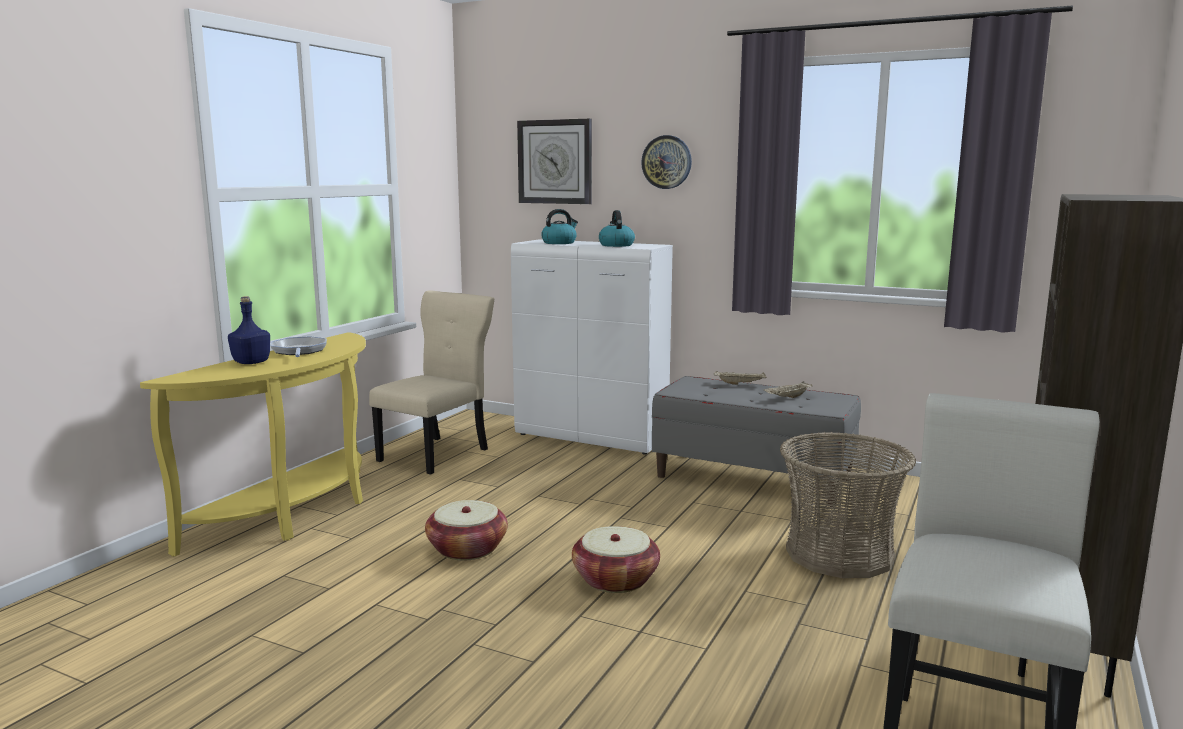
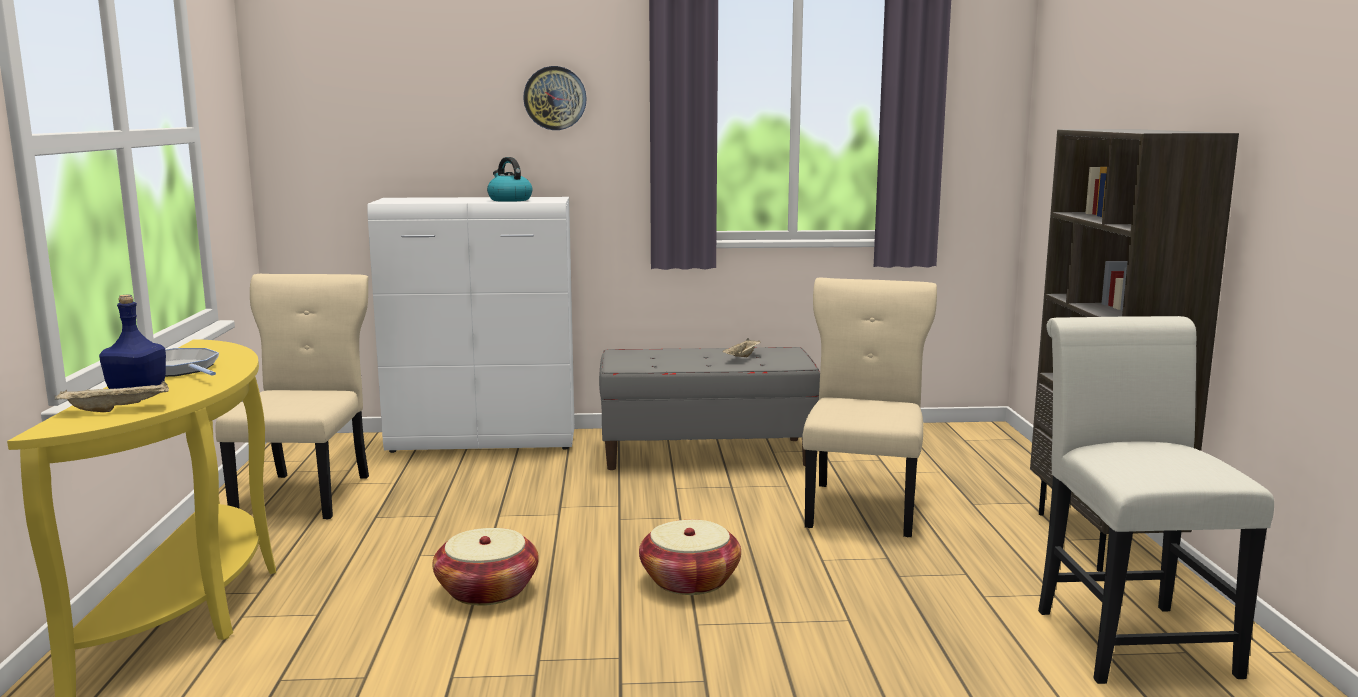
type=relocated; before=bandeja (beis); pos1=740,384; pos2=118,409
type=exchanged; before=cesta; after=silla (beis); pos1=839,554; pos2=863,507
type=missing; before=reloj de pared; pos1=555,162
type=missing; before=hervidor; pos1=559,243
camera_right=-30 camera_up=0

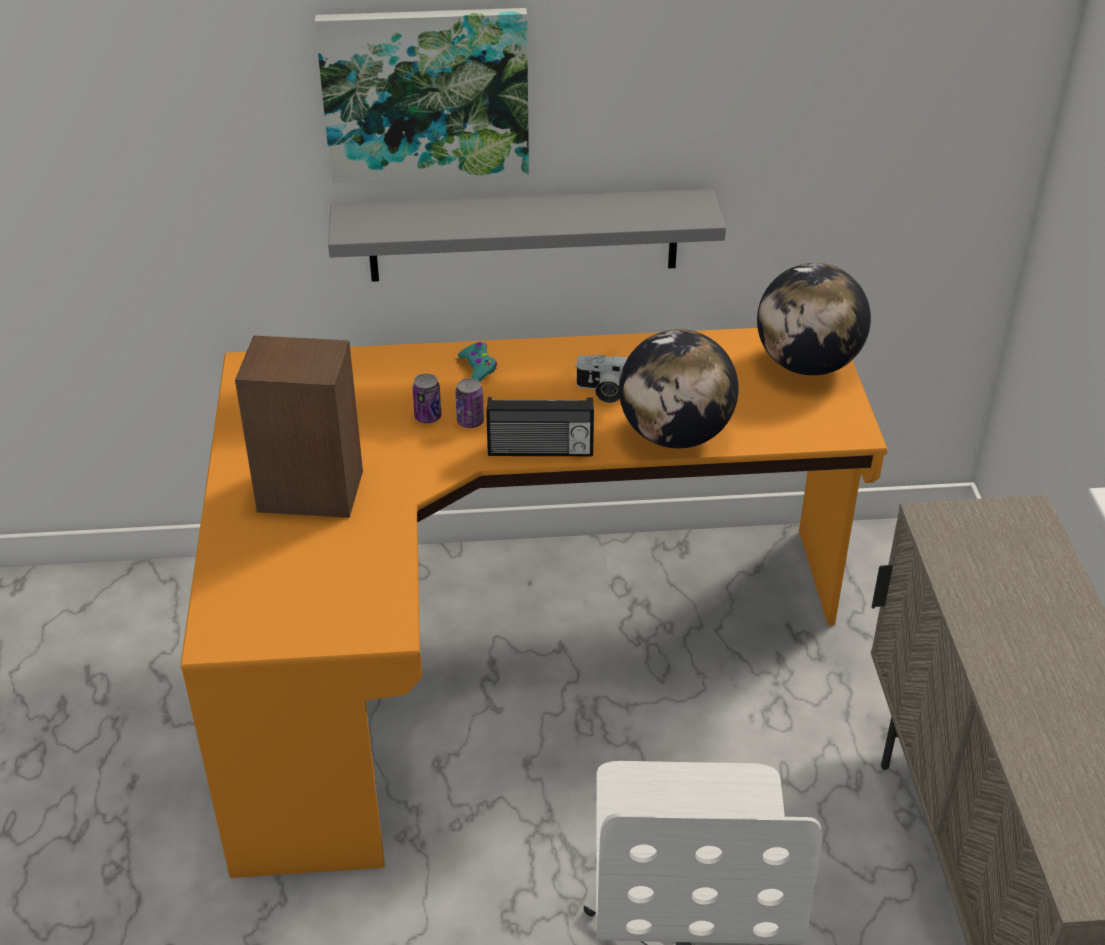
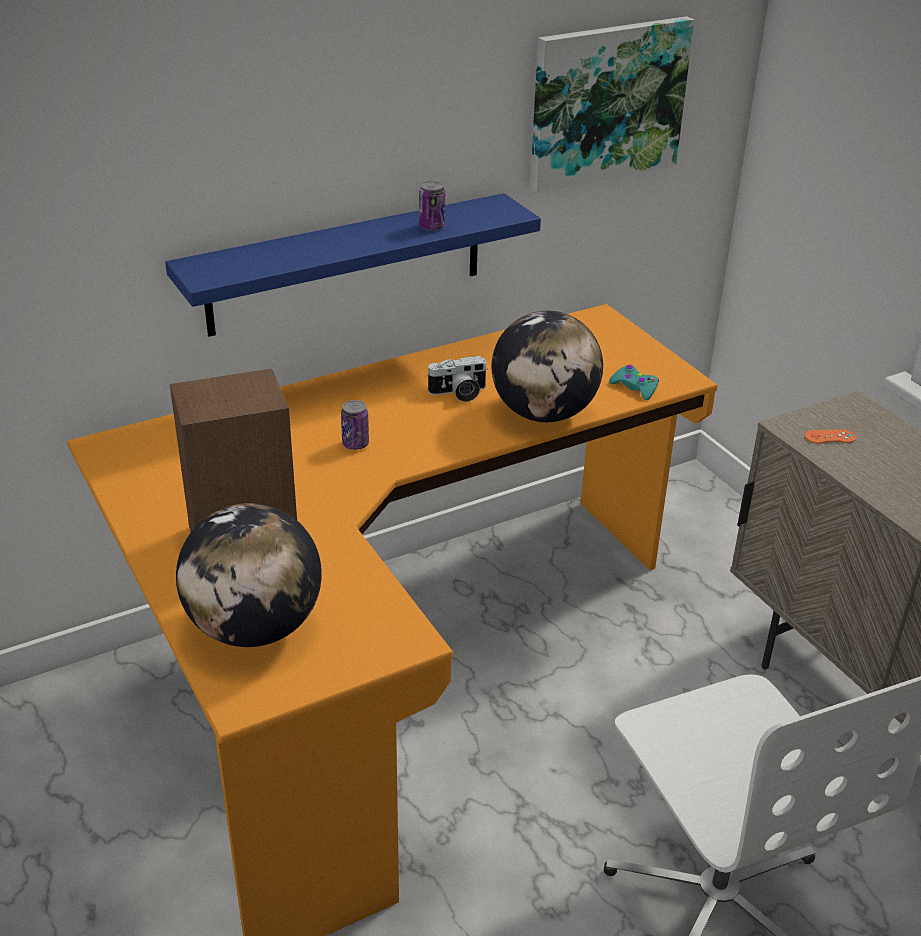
type=colour; before=estante (gris); after=estante (azul); pos1=523,235; pos2=346,264
type=relocated; before=globo terráqueo; pos1=807,365; pos2=254,628
type=relocated; before=lata; pos1=428,417; pos2=432,227
type=relocated; before=cuadro; pos1=425,93; pos2=606,102
type=relocated; before=mando de consola (turquesa); pos1=478,367; pos2=634,387
type=appeared; after=mando de consola (naranja); pos2=830,437
type=missing; before=radio; pos1=540,451
camera_right=-25 camera_up=-5

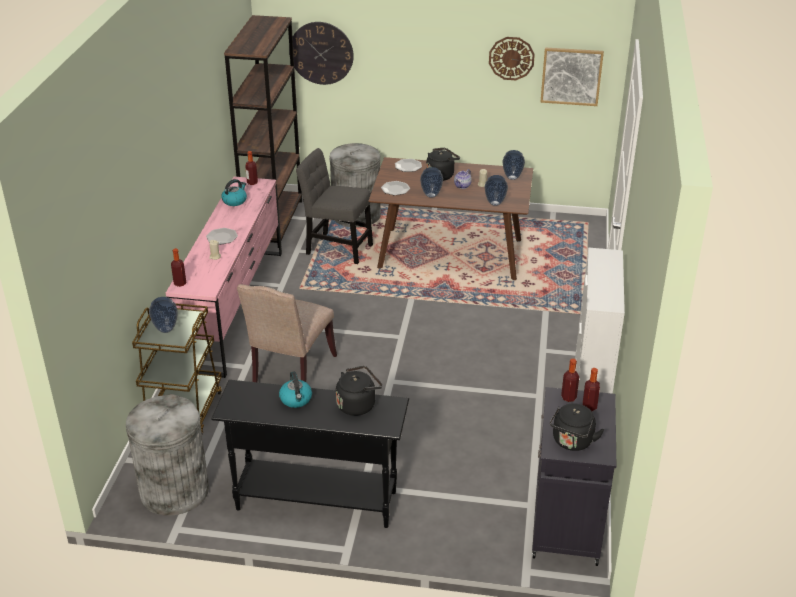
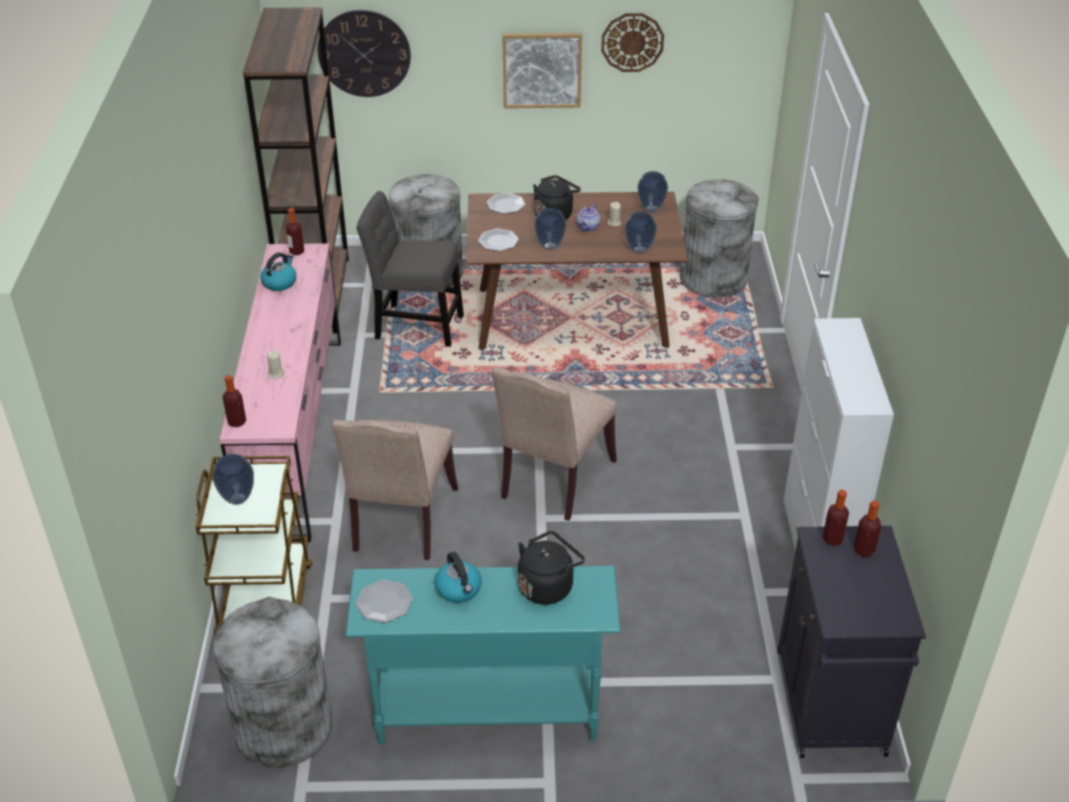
type=colour; before=mesa consola (negro); after=mesa consola (turquesa); pos1=316,500; pos2=486,713
type=relocated; before=plato; pos1=222,237; pos2=384,602
type=appeared; after=silla (beis); pos2=553,481
type=relocated; before=cuadro; pos1=571,76; pos2=542,69
type=appeared; after=papelera (gris); pos2=713,278
type=missing; before=hervidor (negro); pos1=572,442
camera_right=-10 camera_up=5

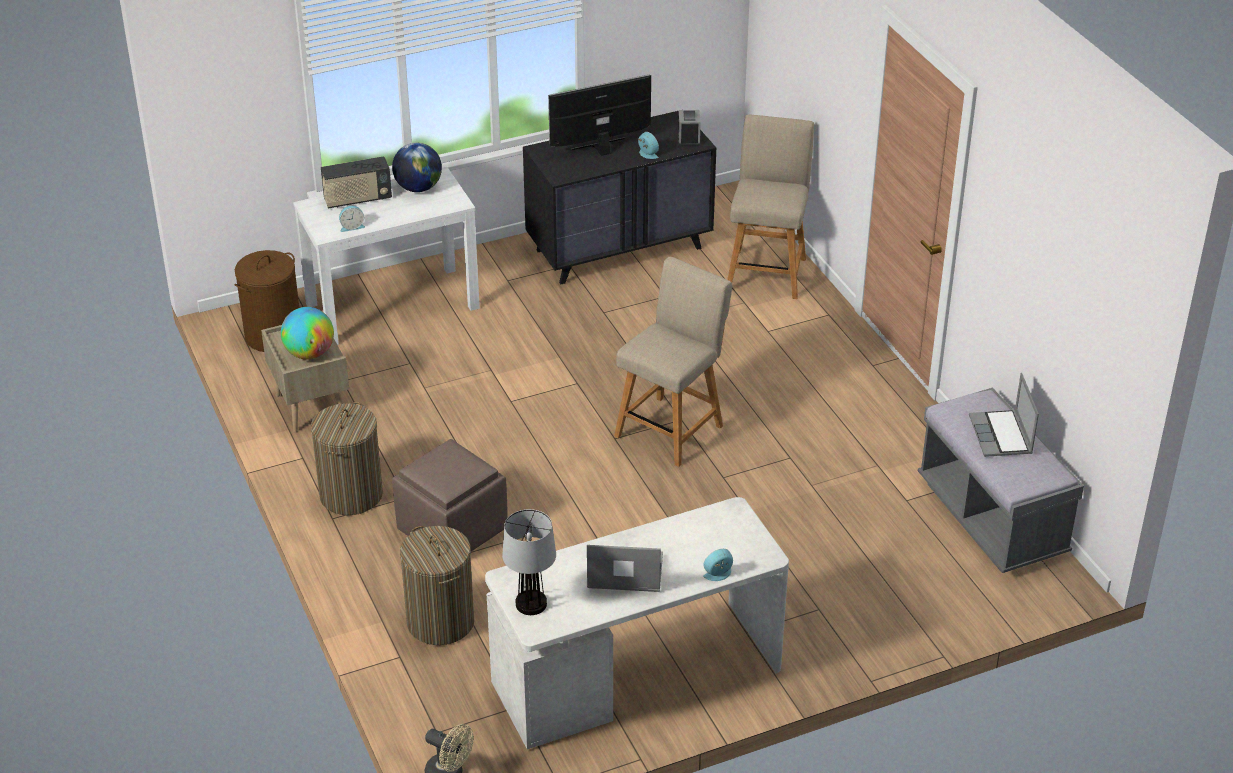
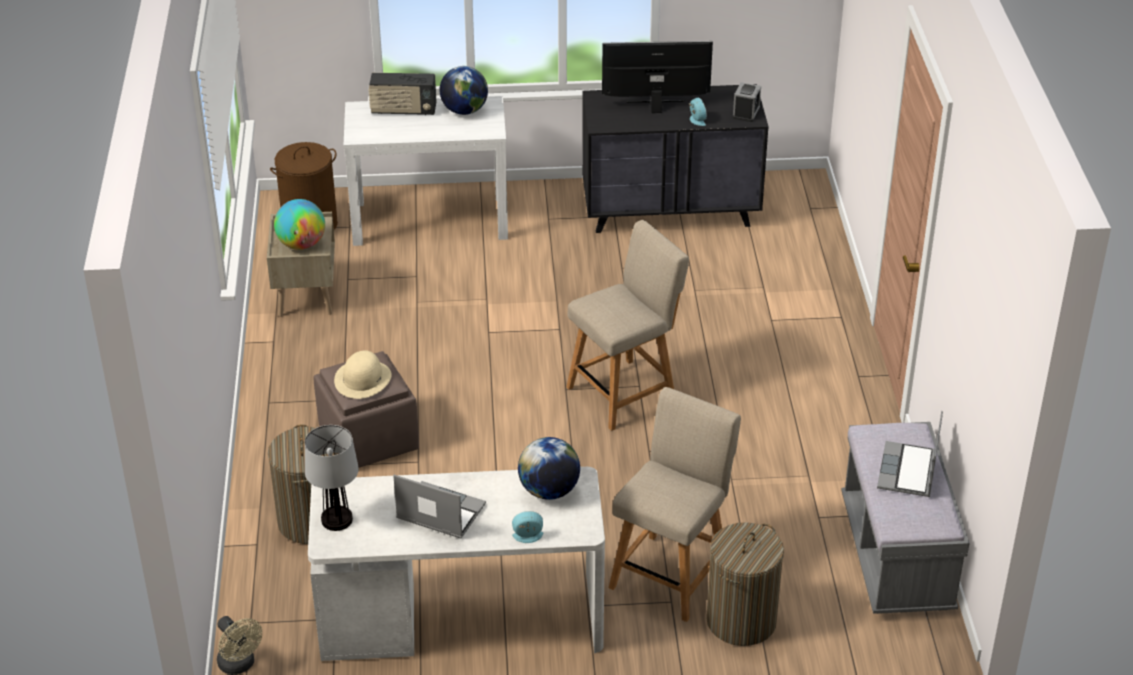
type=appeared; after=sombrero (beis); pos2=363,379
type=appeared; after=globo terráqueo; pos2=549,491
type=relocated; before=silla (beis); pos1=766,271; pos2=671,573
type=relocated; before=cesto de la ropa; pos1=351,495; pos2=741,621
type=missing; before=despertador; pos1=352,226
camera_right=20 camera_up=0

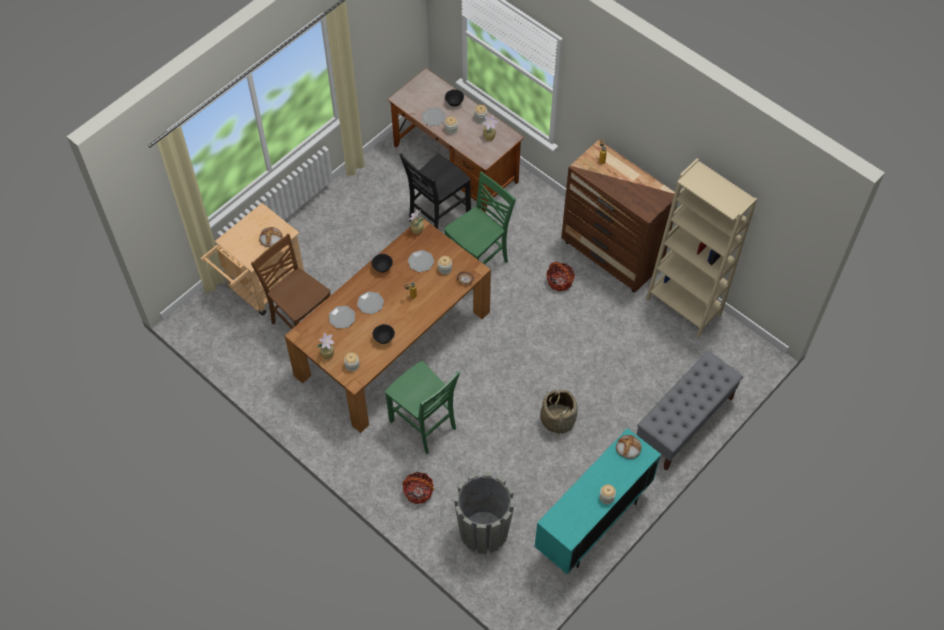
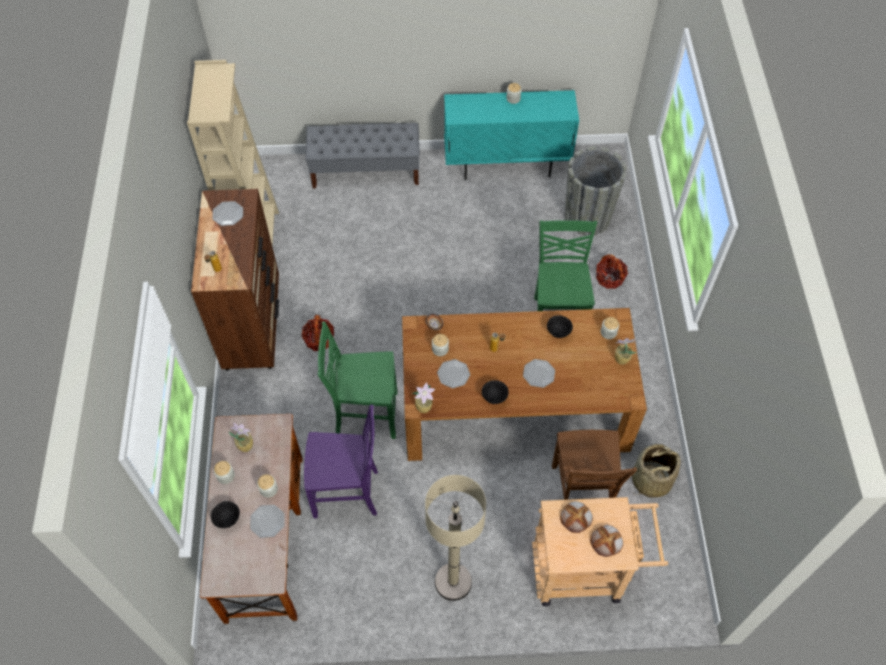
type=relocated; before=plato; pos1=342,317; pos2=228,214
type=colour; before=silla (negro); after=silla (morado); pos1=437,218; pos2=347,493
type=appeared; after=lámpara de pie (beis); pos2=453,582
type=relocated; before=pan; pos1=628,447; pos2=606,541
type=relocated; before=cesta; pos1=558,419; pos2=650,480
camera_right=-135 camera_up=0

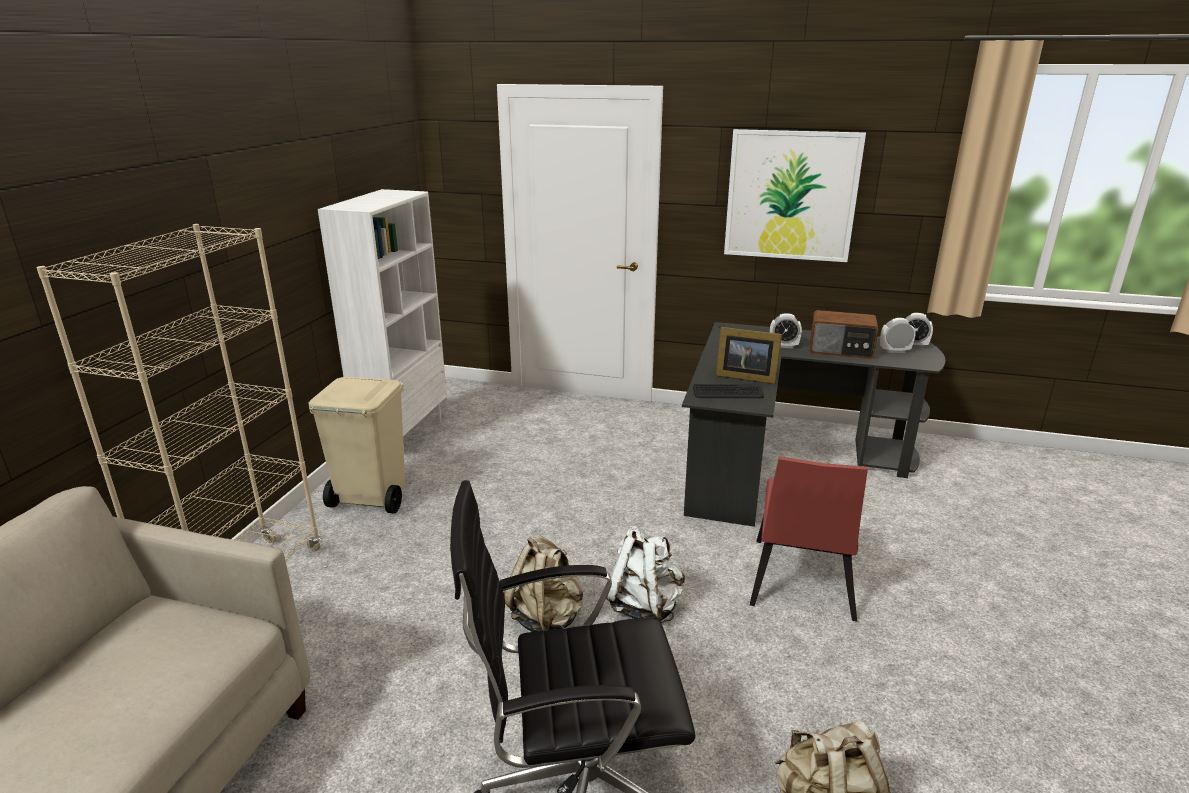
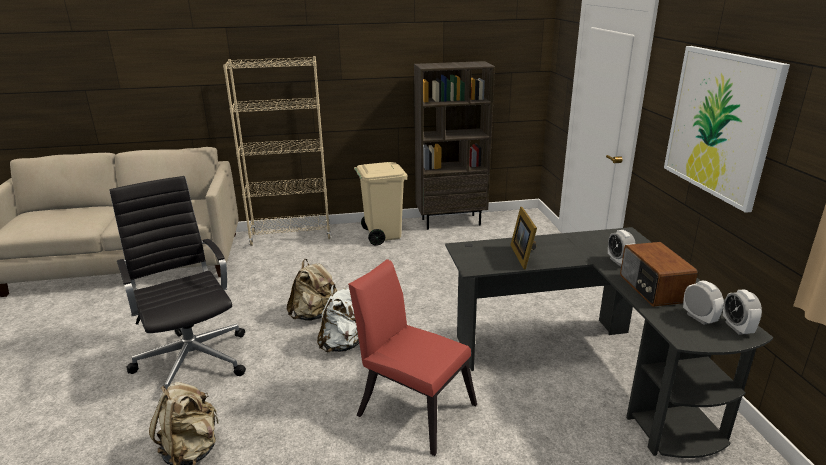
type=spun; before=silla (rojo); pos1=800,584; pos2=412,406; turn=45
type=colour; before=estantería (blanco); after=estantería (marrón); pos1=404,437; pos2=451,222
type=missing; before=teclado; pos1=728,393
camera_right=65 camera_up=0

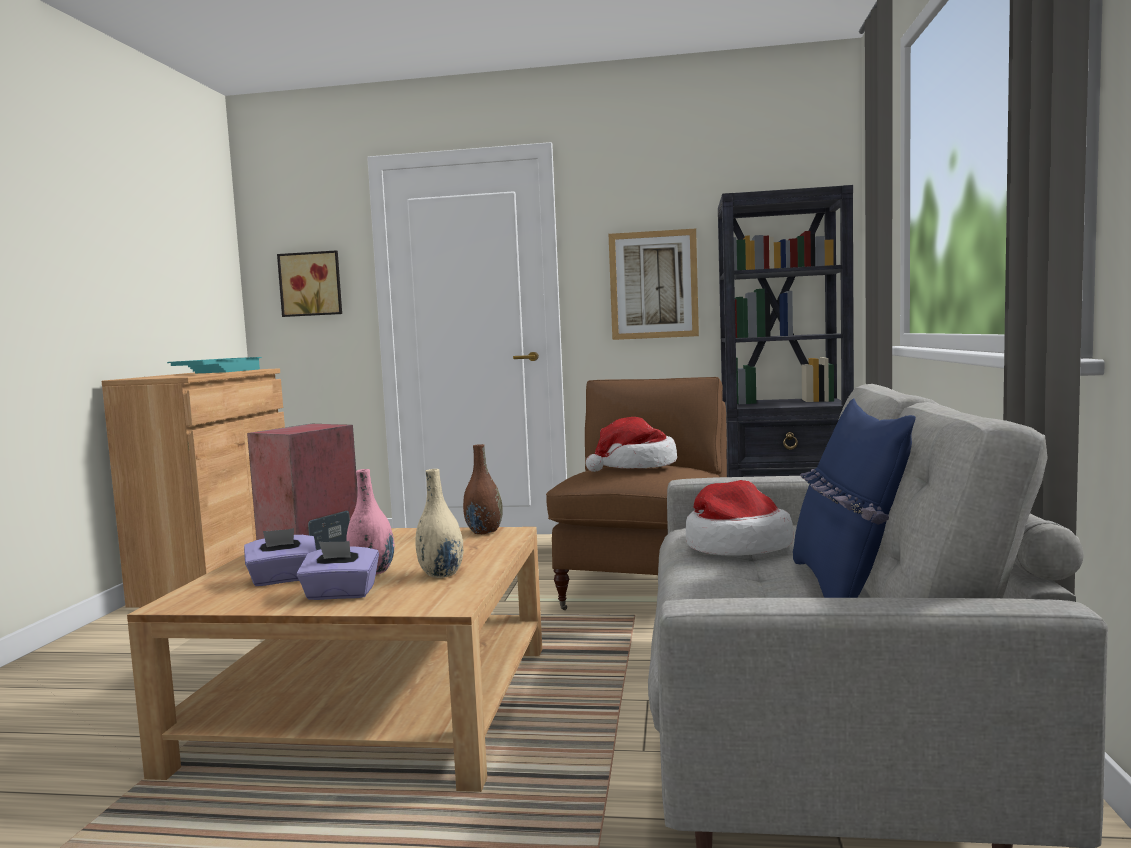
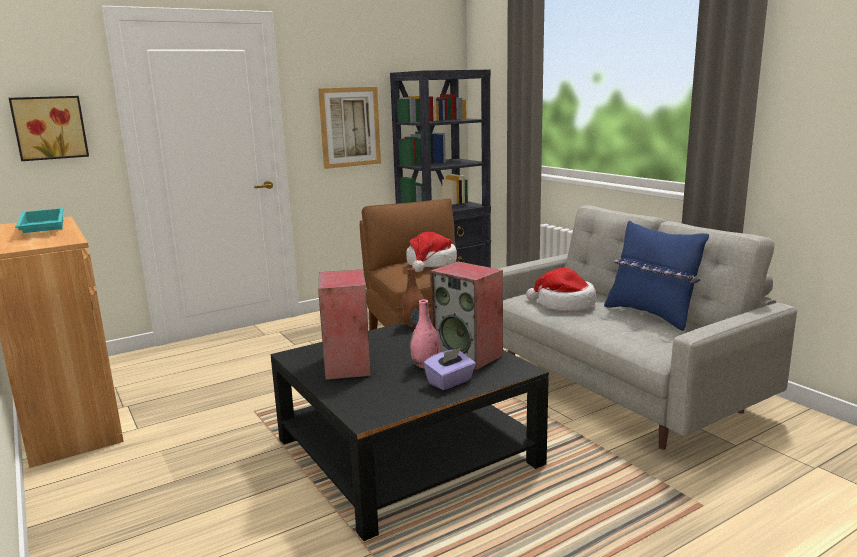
type=colour; before=mesa de centro (beis); after=mesa de centro (negro); pos1=373,706; pos2=406,452
type=exchanged; before=florero (beis); after=altavoz; pos1=441,574; pos2=469,355
type=missing; before=caja de pañuelos (morado); pos1=283,579
camera_right=-40 camera_up=10

